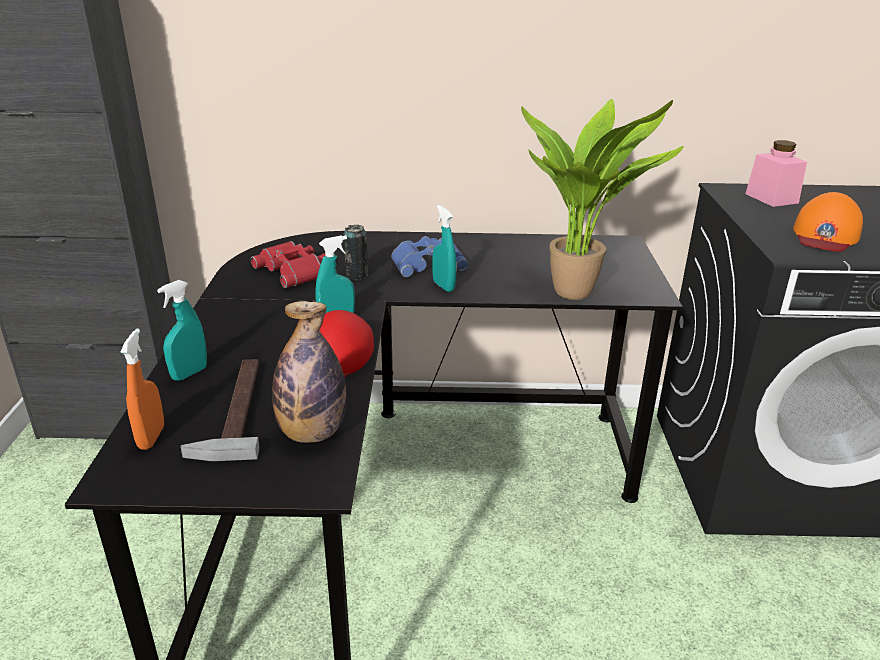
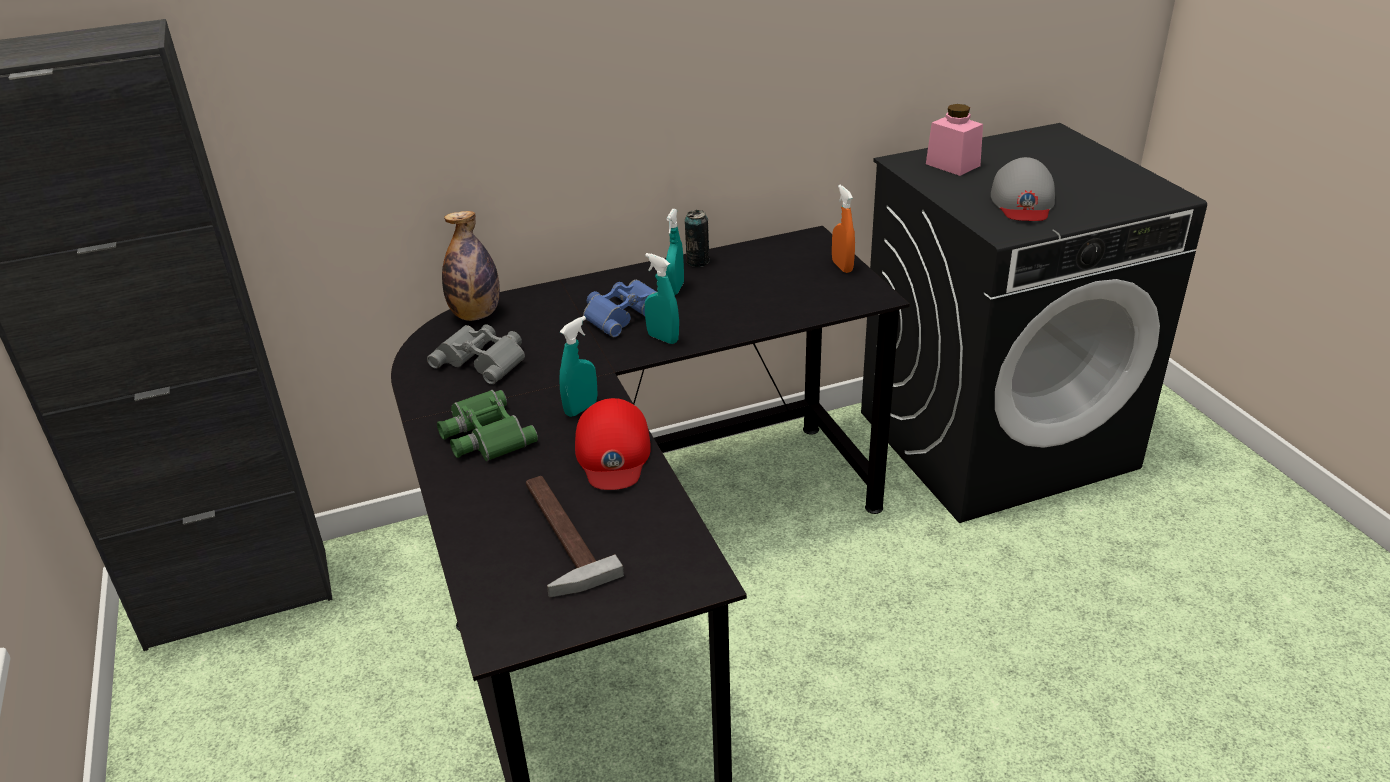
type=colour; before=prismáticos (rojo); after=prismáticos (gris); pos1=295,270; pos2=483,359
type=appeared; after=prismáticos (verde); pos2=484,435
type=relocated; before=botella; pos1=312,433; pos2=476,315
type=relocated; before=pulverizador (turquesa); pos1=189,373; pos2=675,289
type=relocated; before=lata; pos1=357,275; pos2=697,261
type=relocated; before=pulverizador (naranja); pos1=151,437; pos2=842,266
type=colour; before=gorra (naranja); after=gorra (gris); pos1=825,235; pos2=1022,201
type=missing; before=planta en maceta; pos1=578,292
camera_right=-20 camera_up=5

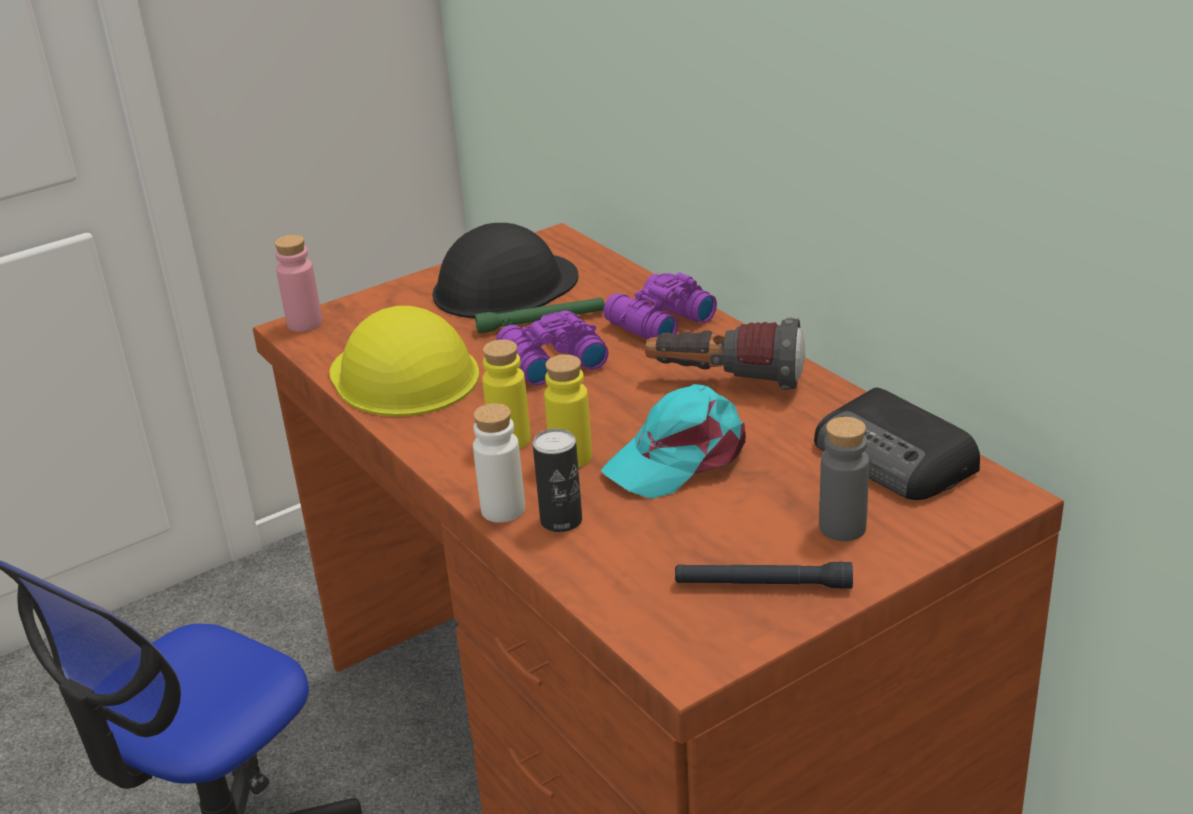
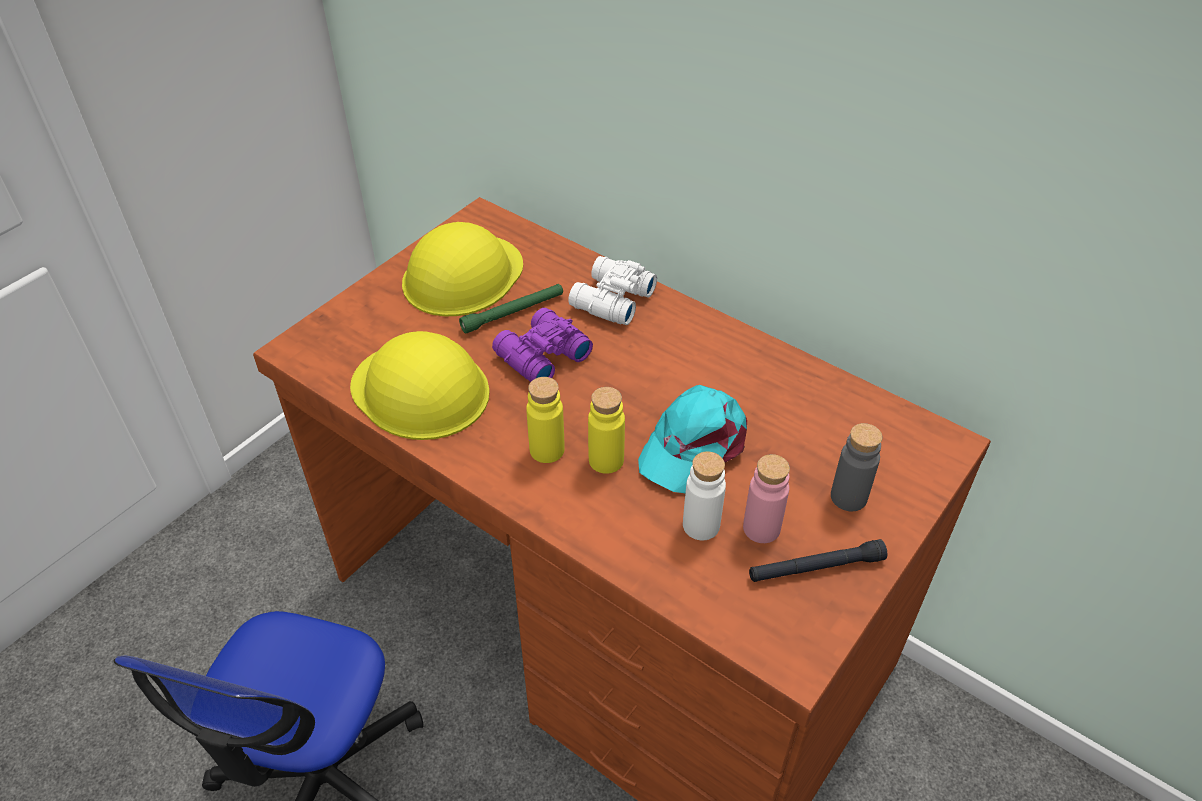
type=colour; before=casco (negro); after=casco (amarillo); pos1=504,285; pos2=462,275
type=colour; before=prismáticos (morado); after=prismáticos (blanco); pos1=657,322; pos2=610,300
type=relocated; before=botella (blanco); pos1=503,510; pos2=701,525
type=relocated; before=botella (rosa); pos1=304,323; pos2=761,528
type=missing; before=lata; pos1=561,520
type=missing; before=linterna; pos1=725,382
type=missing; before=radio; pos1=896,458
camera_right=-20 camera_up=15

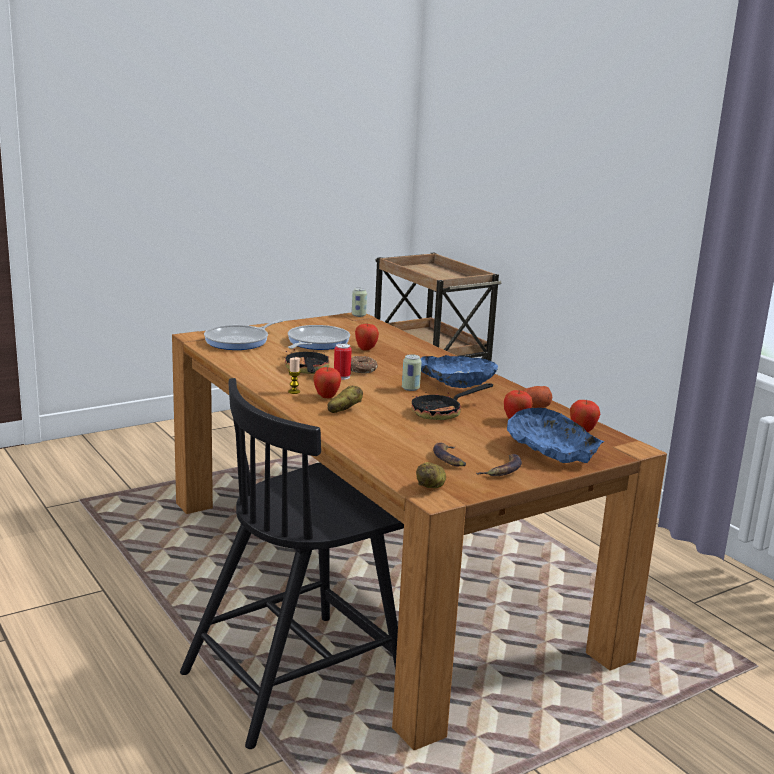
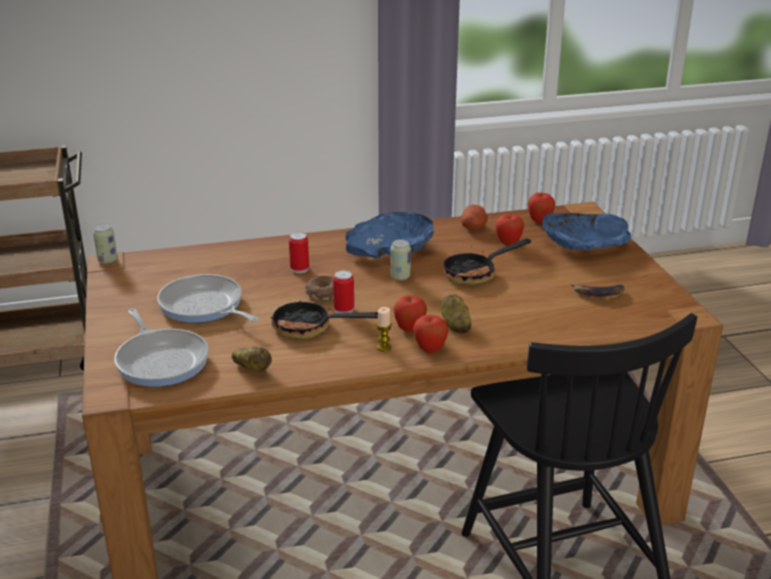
type=relocated; before=patata; pos1=431,487; pos2=253,369
type=appeared; after=lata; pos2=299,269
type=relocated; before=manzana; pos1=366,349; pos2=430,350
type=spun; before=sartén; pos1=442,412; pos2=476,273; turn=75
type=missing; before=plátano; pos1=503,470
camera_right=-70 camera_up=10

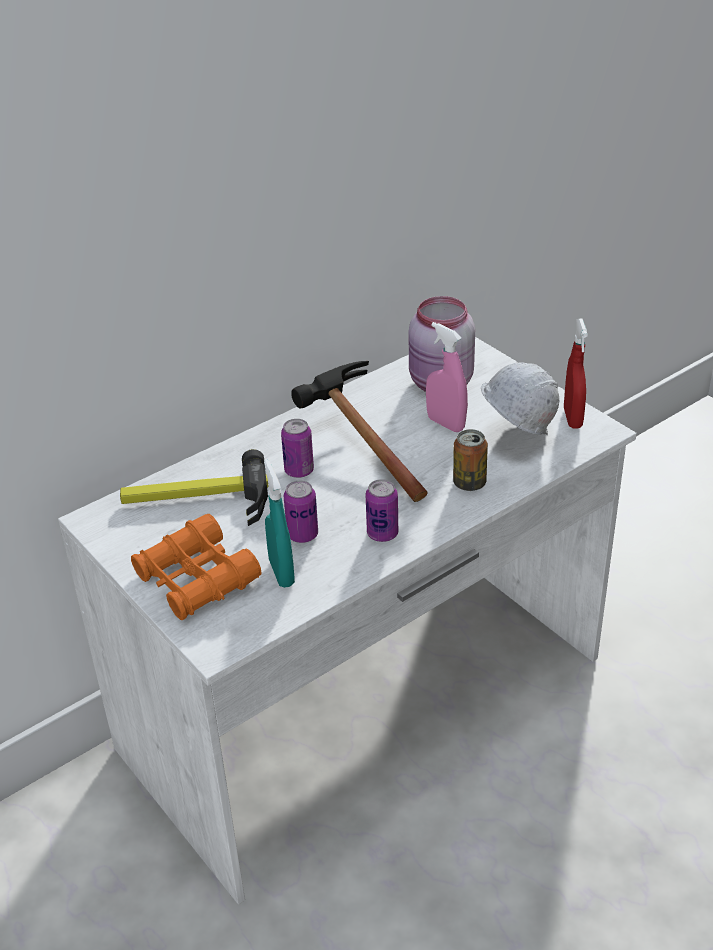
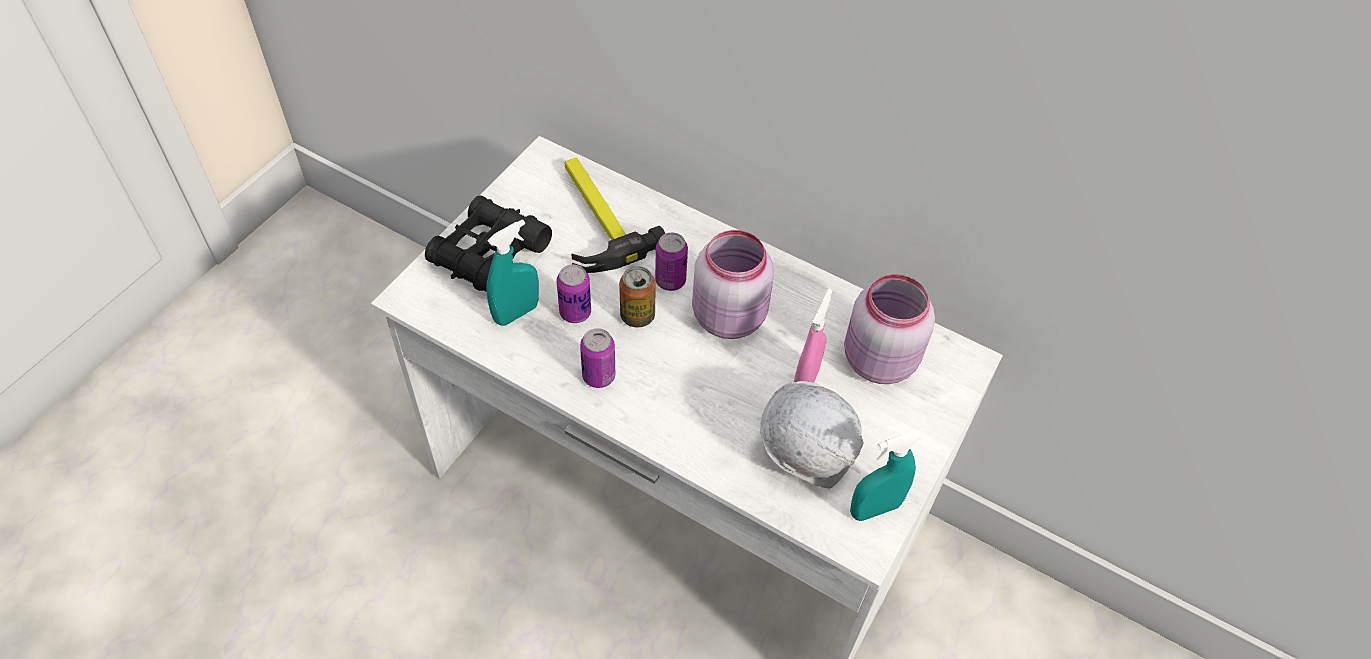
type=colour; before=prismáticos (naranja); after=prismáticos (negro); pos1=196,579; pos2=489,254
type=relocated; before=lata; pos1=469,483; pos2=637,316
type=exchanged; before=martillo; after=tarro (rosa); pos1=356,446; pos2=729,315
type=colour; before=pulverizador (rojo); after=pulverizador (turquesa); pos1=572,418; pos2=874,509
camera_right=65 camera_up=15

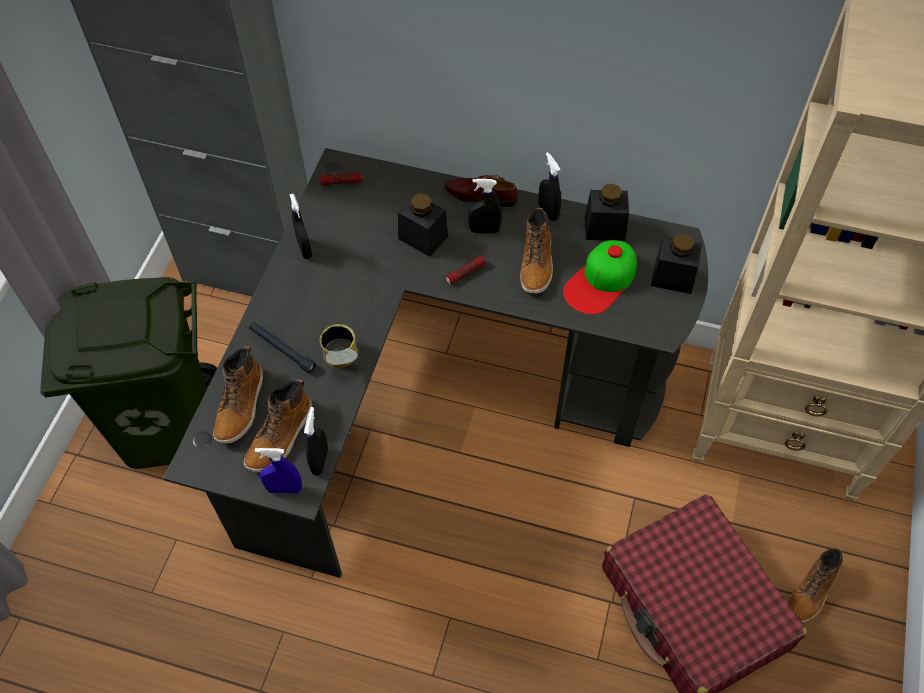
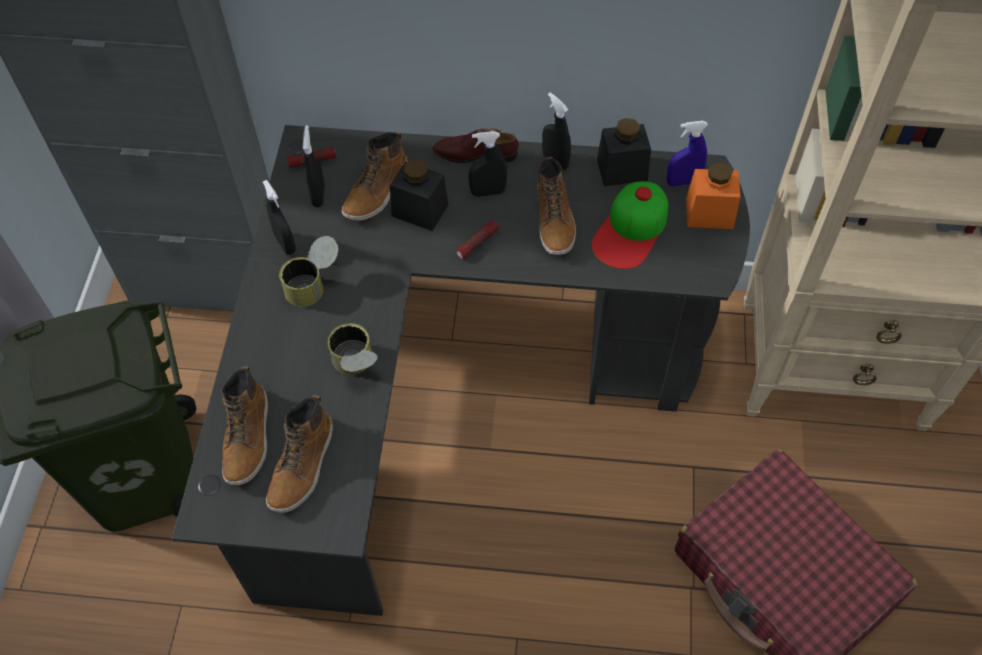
type=appeared; after=lata; pos2=314,284
type=relocated; before=pulverizador (negro); pos1=320,461; pos2=318,195
type=relocated; before=bota; pos1=811,592; pos2=377,191
type=relocated; before=pulverizador (azul); pos1=284,489; pos2=683,182
type=colour; before=tarro (negro); after=tarro (naranja); pos1=673,277; pos2=709,213
type=missing; before=linterna (negro); pos1=282,349
camera_right=-10 camera_up=0

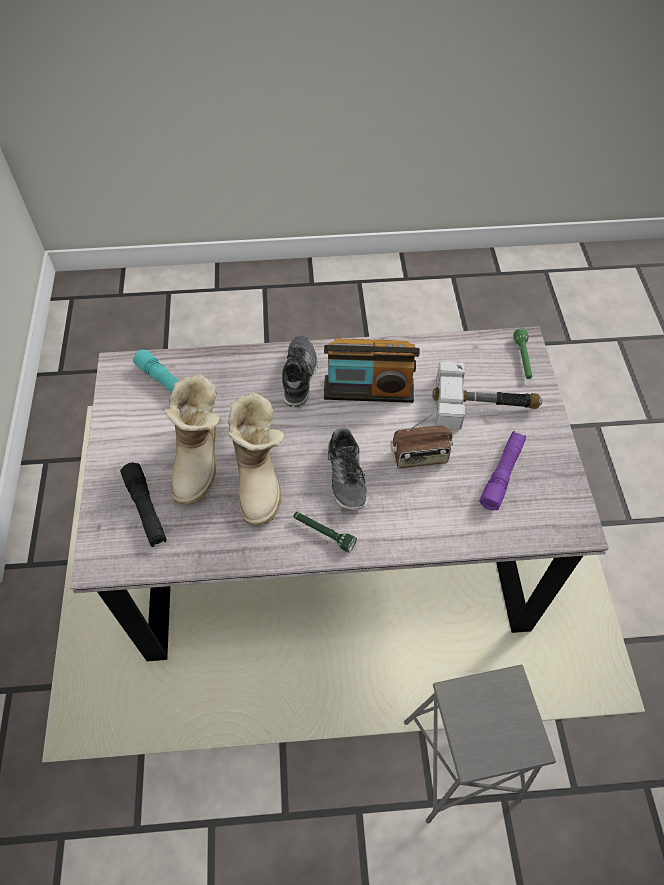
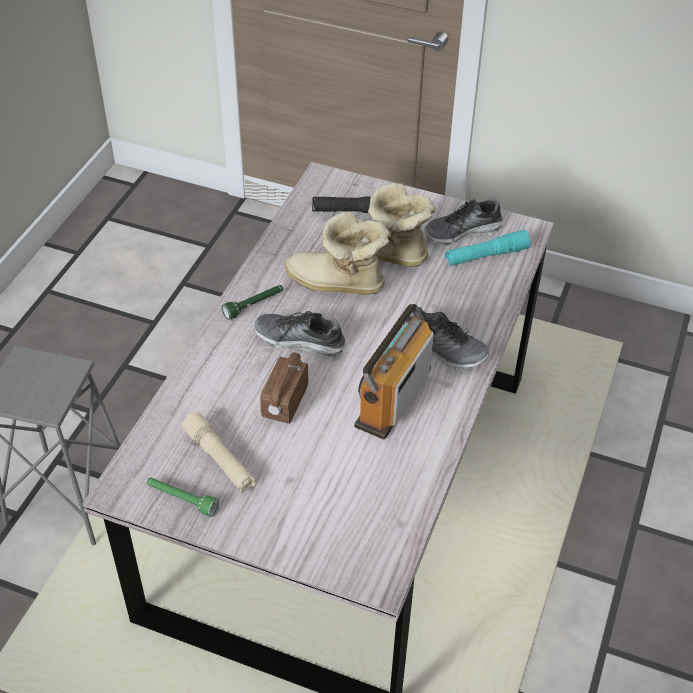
type=relocated; before=linterna (verde); pos1=523,359; pos2=182,500
type=colour; before=linterna (morado); after=linterna (beis); pos1=502,474; pos2=220,459
type=appeared; after=zapato; pos2=462,232
type=missing; before=martillo; pos1=484,405
camera_right=115 camera_up=-10

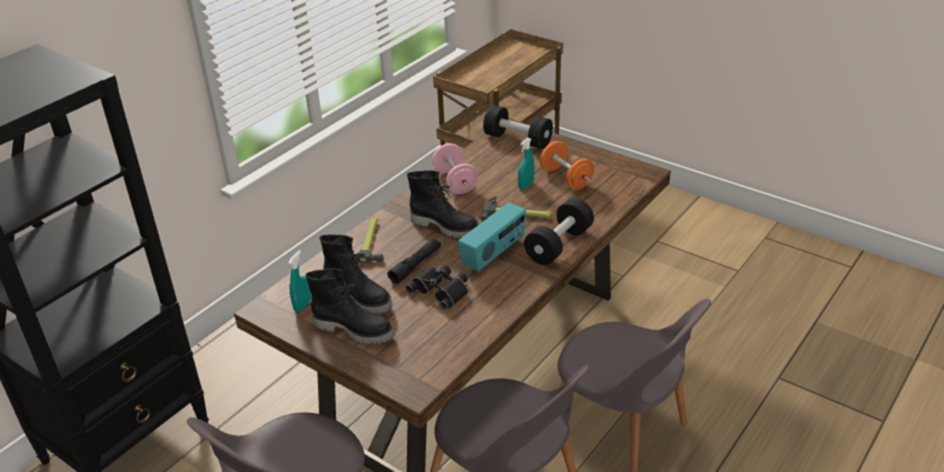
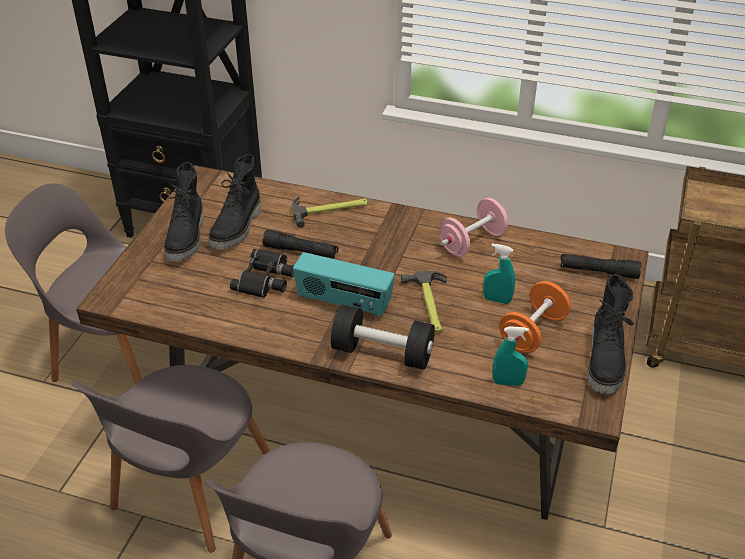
type=relocated; before=pulverizador (turquesa); pos1=302,305; pos2=508,382
type=exchanged; before=mancuerna (negro); after=linterna (negro); pos1=518,140; pos2=598,271
type=relocated; before=bota (negro); pos1=445,226; pos2=606,361
camera_right=70 camera_up=5

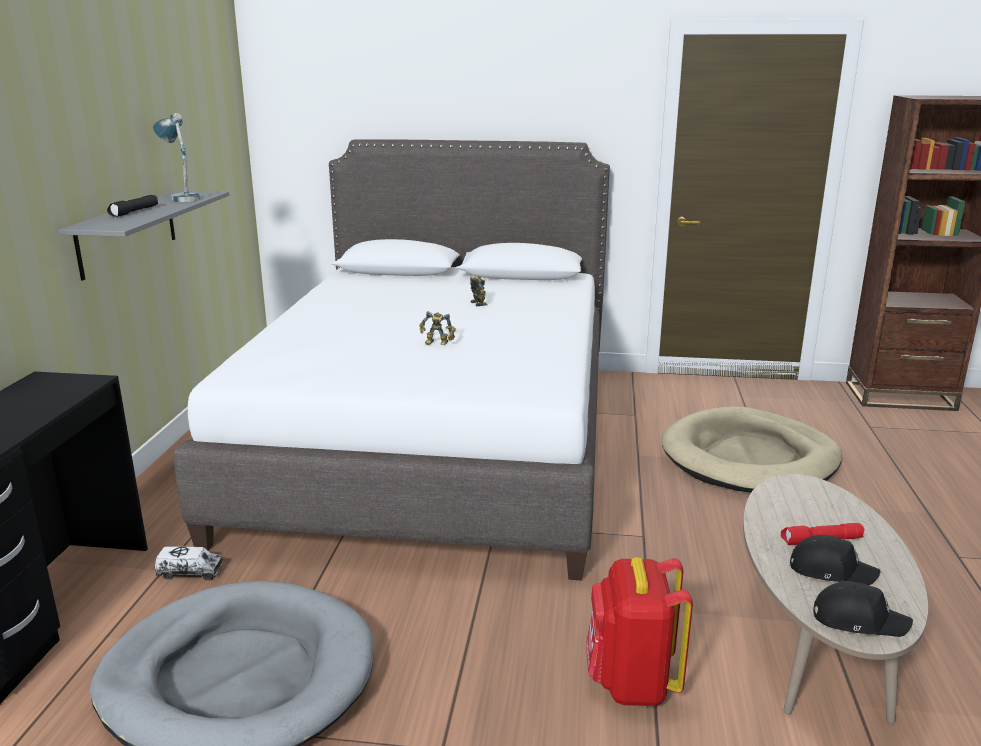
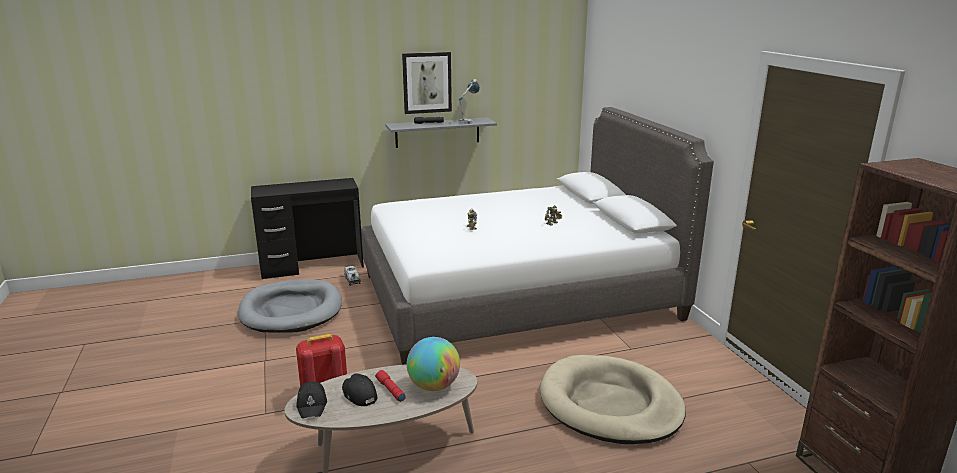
type=spun; before=gorra (negro); pos1=830,570; pos2=358,394; turn=150
type=appeared; after=cuadro; pos2=427,82
type=appeared; after=globo terráqueo; pos2=434,386
camera_right=65 camera_up=0

